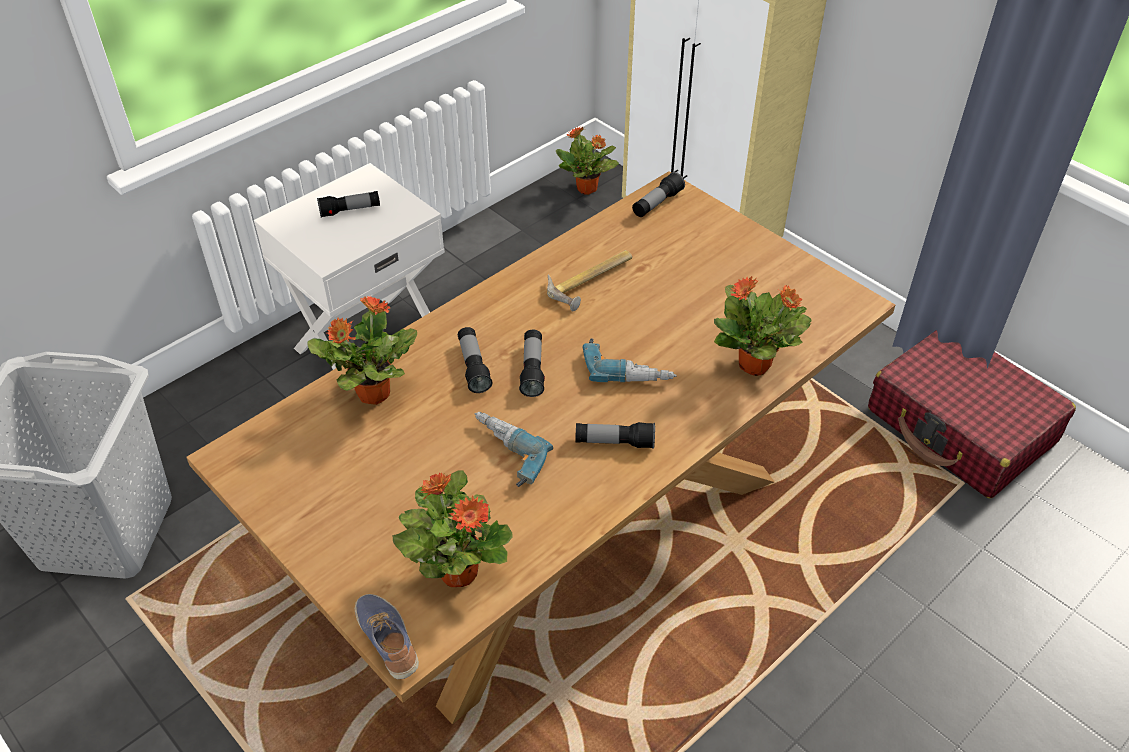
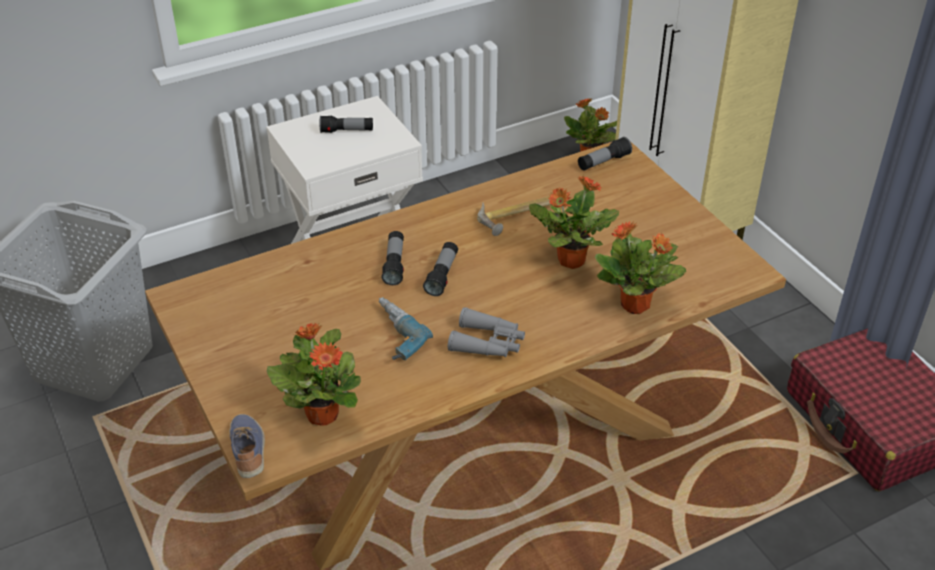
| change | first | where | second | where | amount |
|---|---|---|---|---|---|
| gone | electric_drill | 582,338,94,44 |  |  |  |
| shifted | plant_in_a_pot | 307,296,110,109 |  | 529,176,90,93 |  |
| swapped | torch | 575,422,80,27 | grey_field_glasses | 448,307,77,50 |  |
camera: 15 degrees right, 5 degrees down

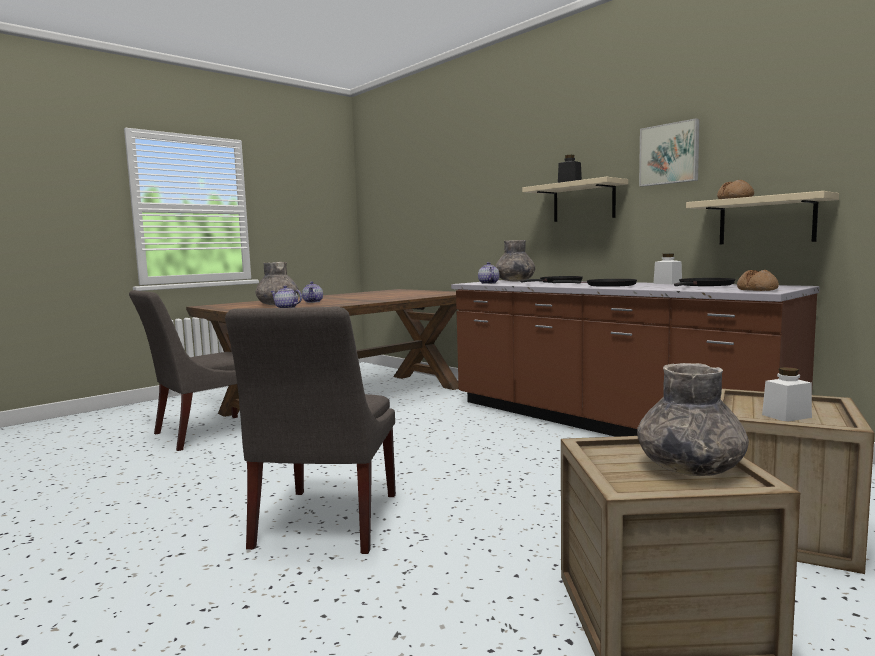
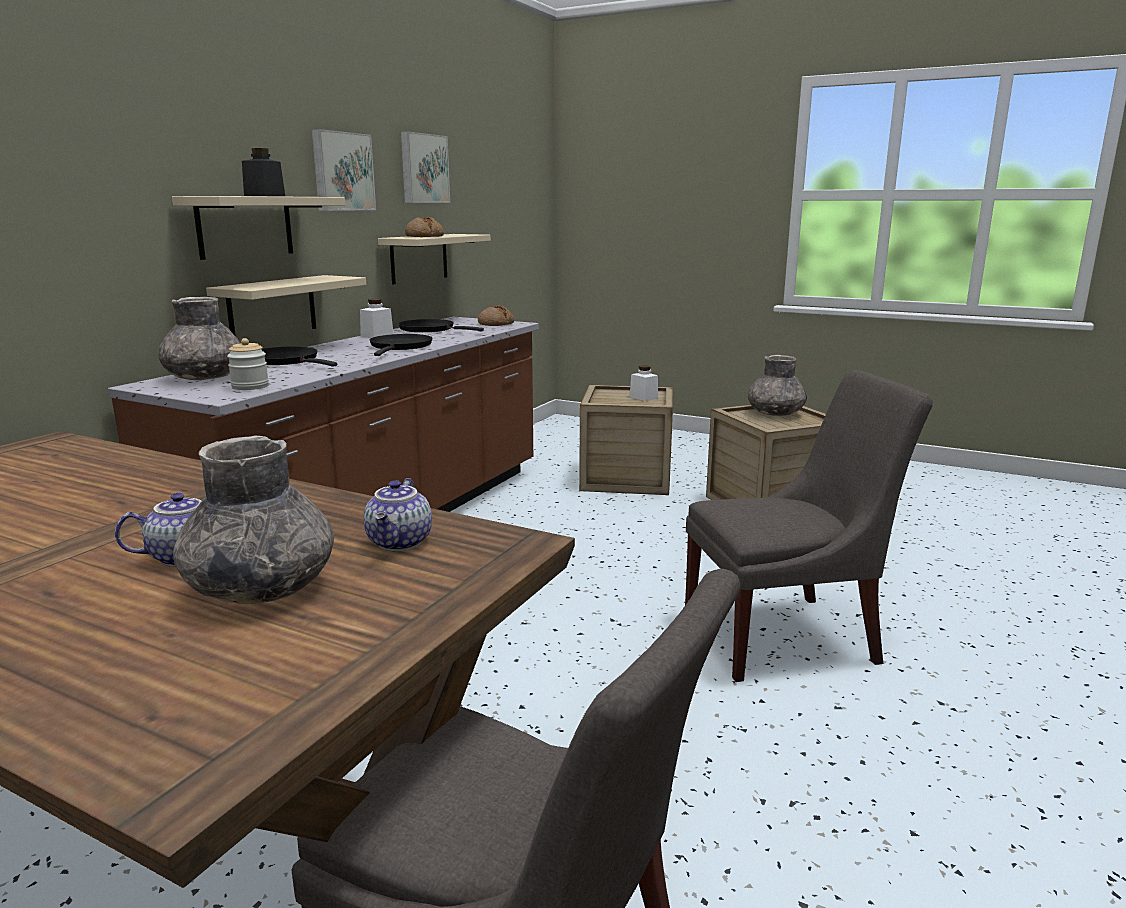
| change | first | where | second | where | amount |
|---|---|---|---|---|---|
| new |  |  | beige-coloured_wall_shelf | 206,275,160,62 |  |
| new |  |  | wall_picture | 401,131,49,72 |  |
| swapped | tea_pot | 478,262,21,22 | jar | 227,338,42,52 |  |
camera: 110 degrees left, 10 degrees up

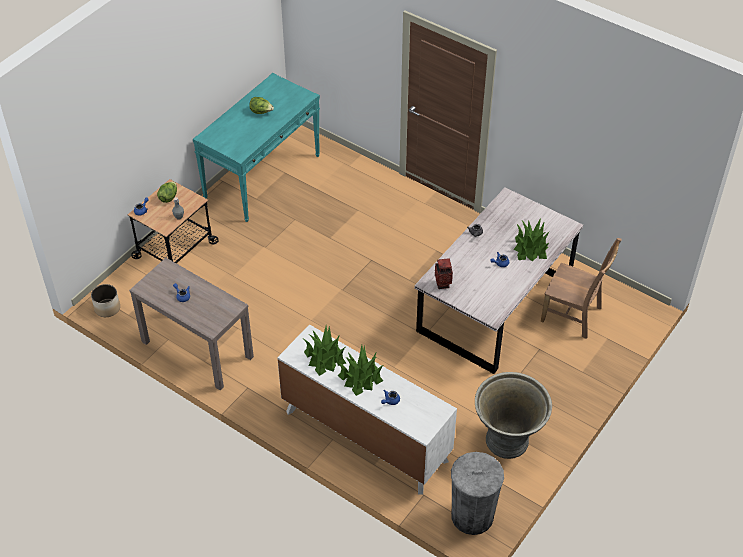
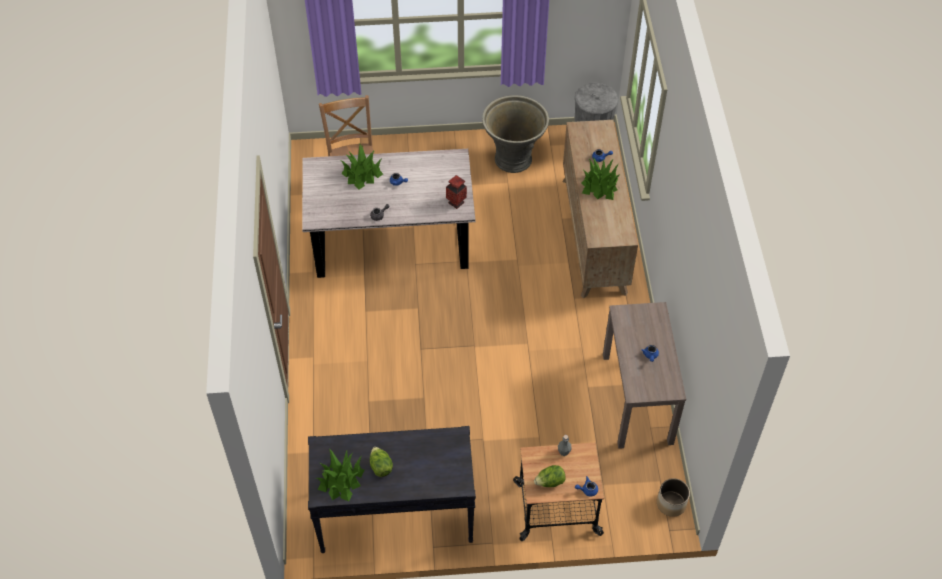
| change | first | where | second | where | amount |
|---|---|---|---|---|---|
| shifted | plant_in_a_pot | 304,325,42,51 |  | 316,448,48,54 |  |
| repainted | turquoise-coloured_console_table | 193,73,127,149 | blackish_console_table | 308,426,168,127 |  |
| repainted | white_drawer_chest | 277,324,180,171 | brown_drawer_chest | 563,120,75,179 |  |
camera: 130 degrees left, 5 degrees up

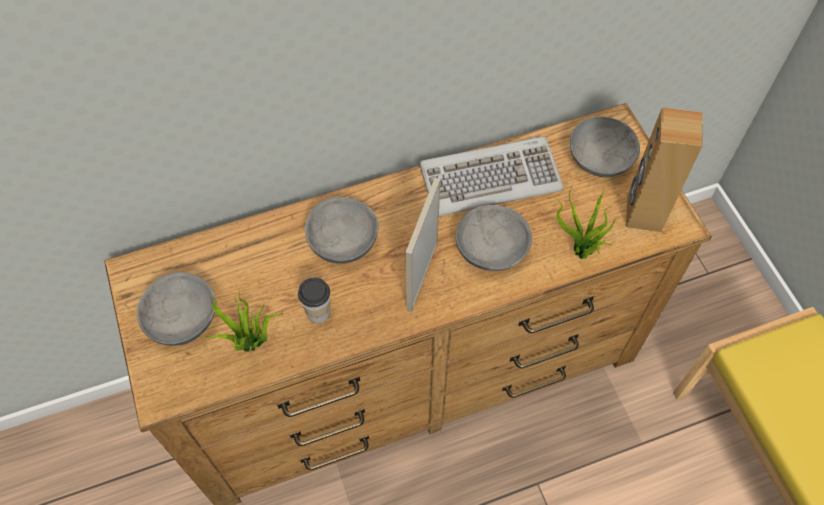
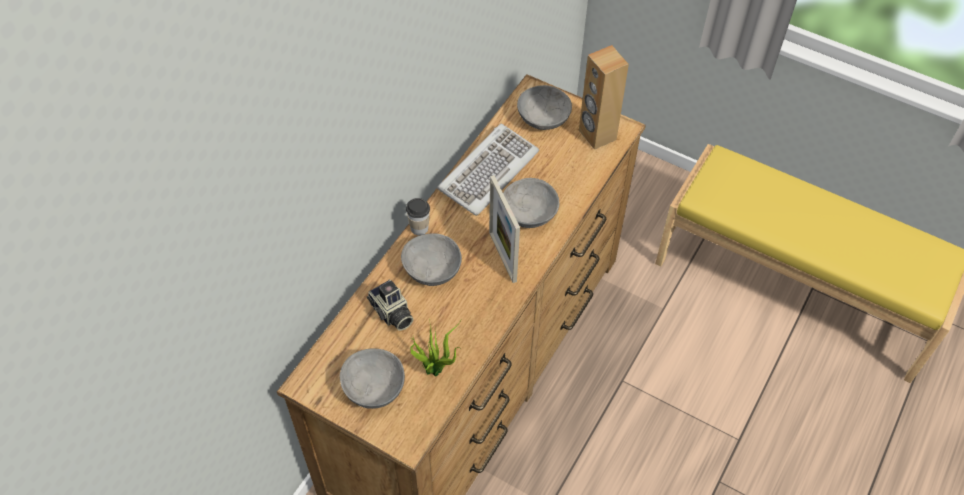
| change | first | where | second | where | amount |
|---|---|---|---|---|---|
| gone | plant_in_a_pot | 553,186,64,73 |  |  |  |
| new |  |  | still_camera | 367,280,47,51 |  |
| shifted | small_cup | 298,277,32,46 |  | 406,198,24,37 |  |
camera: 40 degrees left, 5 degrees down

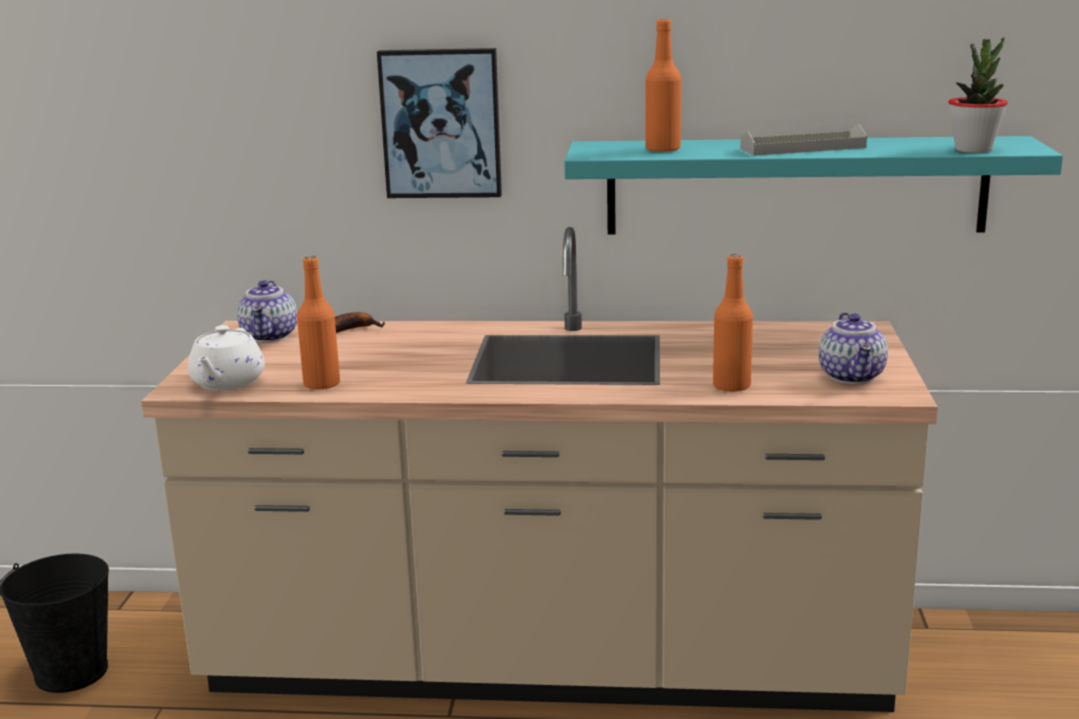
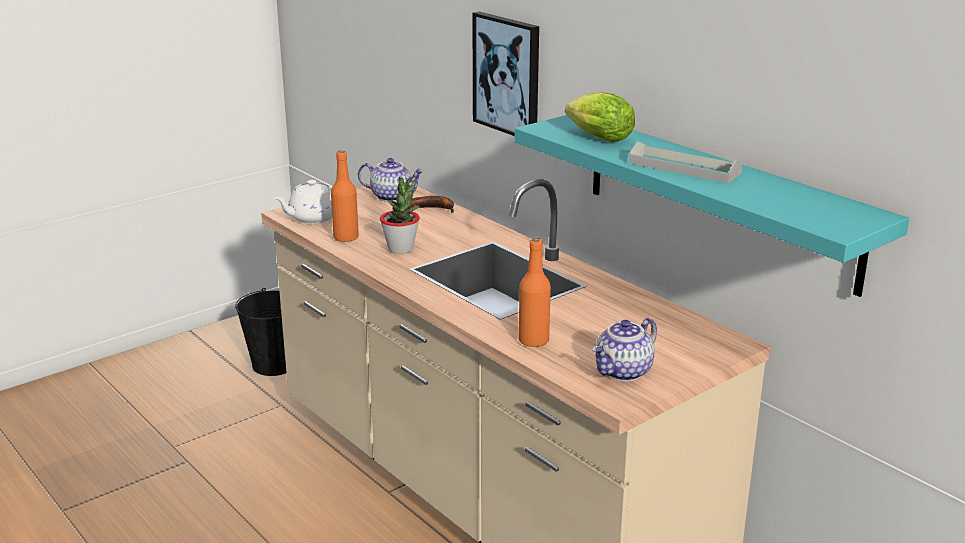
| change | first | where | second | where | amount |
|---|---|---|---|---|---|
| shifted | plant_in_a_pot | 948,37,60,116 |  | 380,177,40,77 |  |
| swapped | orangey_beverage_bottle | 645,19,36,133 | head_of_lettuce | 565,92,70,50 |  |
| rotated | tea_pot | 237,280,60,62 |  | 358,158,66,44 | 120 degrees counterclockwise |
camera: 45 degrees right, 5 degrees up

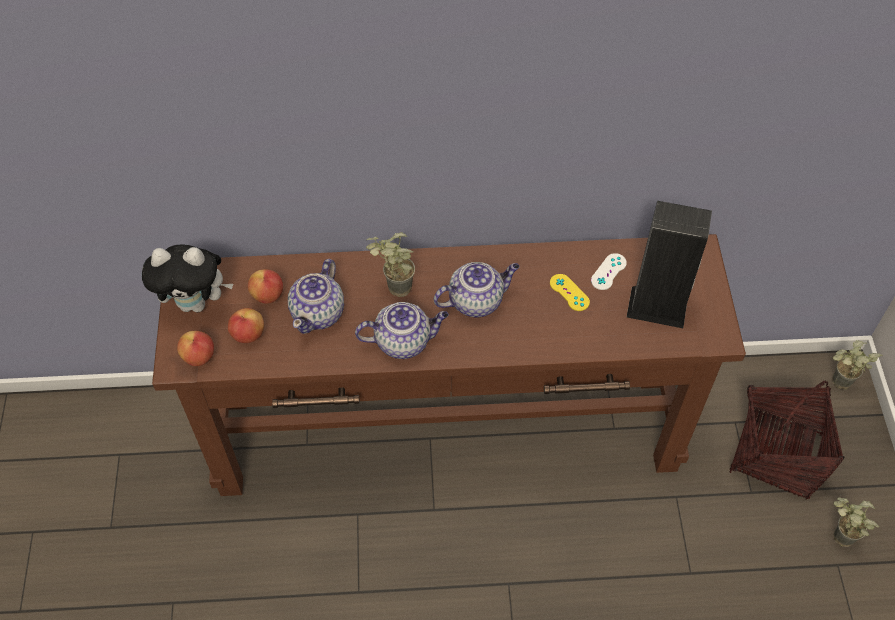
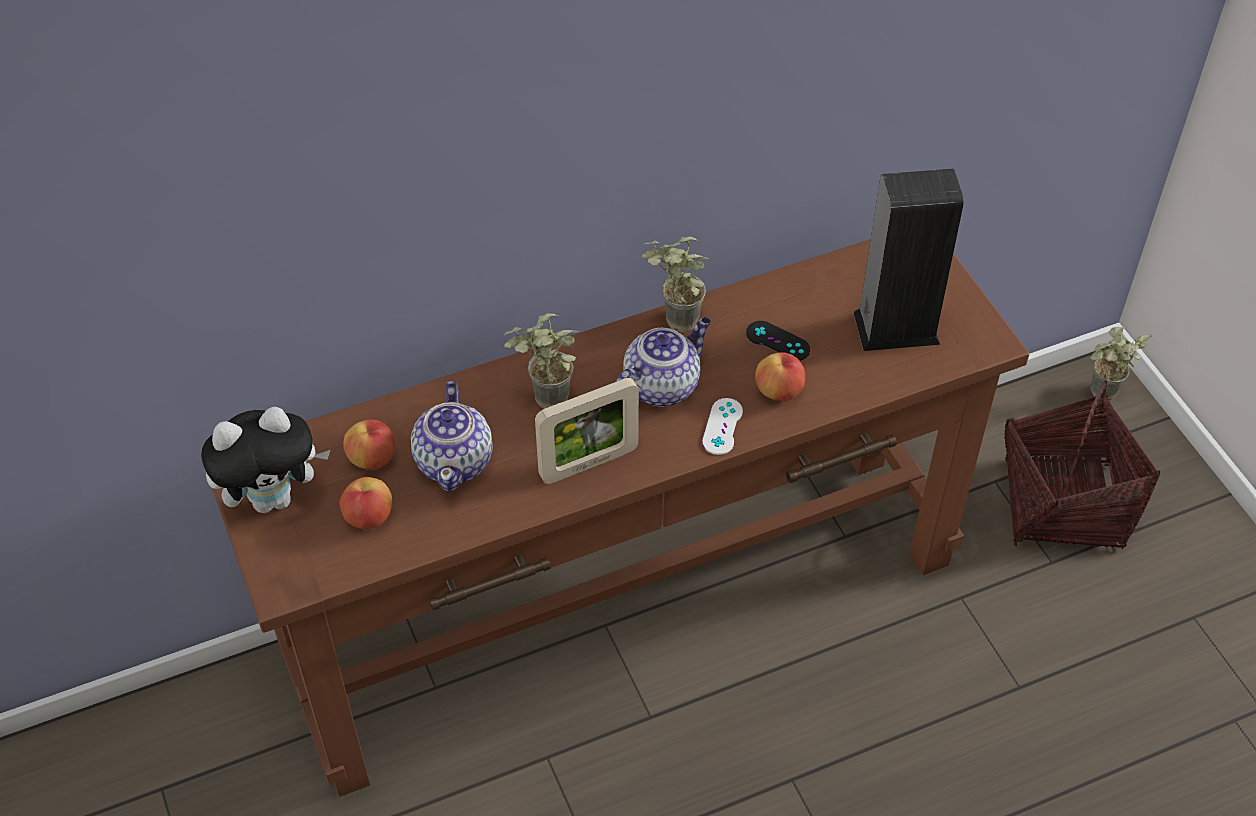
| change | first | where | second | where | amount |
|---|---|---|---|---|---|
| shifted | whole_apple | 177,331,37,35 |  | 755,352,50,49 |  |
| shifted | white_gamepad | 591,253,36,37 |  | 702,398,41,57 |  |
| shifted | plant_in_a_pot | 833,497,46,50 |  | 641,236,67,96 |  |
| swapped | tea_pot | 355,302,94,57 | picture_frame | 535,378,104,106 |  |
| repainted | yellow-coloured_gamepad | 550,274,40,37 | blackish_gamepad | 746,321,64,40 |  |
camera: 20 degrees left, 5 degrees down

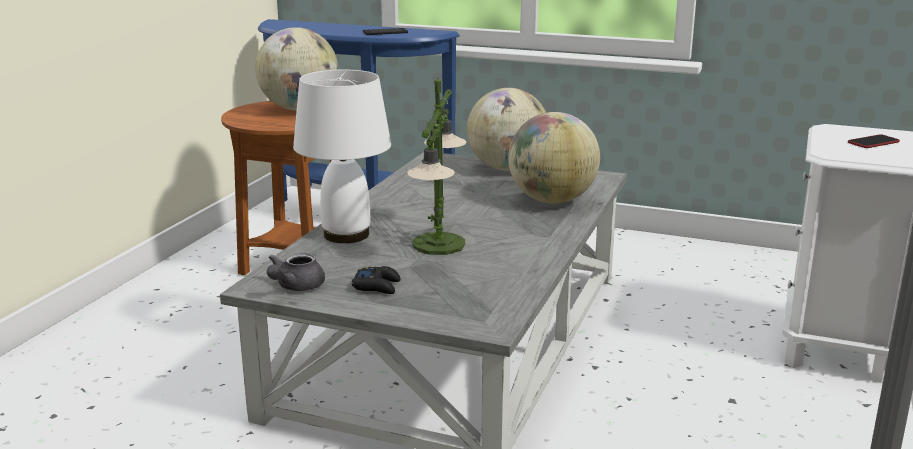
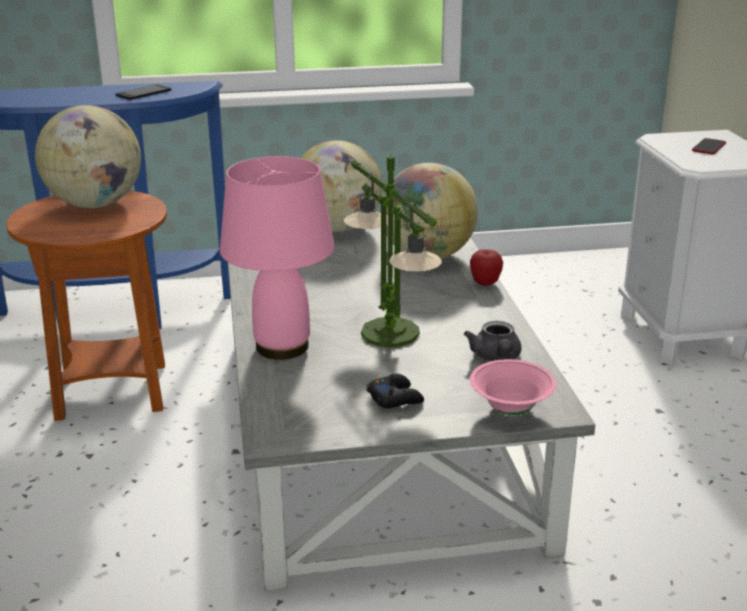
| change | first | where | second | where | amount |
|---|---|---|---|---|---|
| new |  |  | whole_apple | 470,249,33,37 |  |
| new |  |  | pinkish_deep_dish | 470,359,87,56 |  |
| shifted | grey_tea_pot | 267,253,58,38 |  | 464,321,57,40 |  |
| repainted | white_table_lamp | 293,70,98,173 | pinkish_table_lamp | 220,156,115,204 |  |
camera: 30 degrees left, 5 degrees up

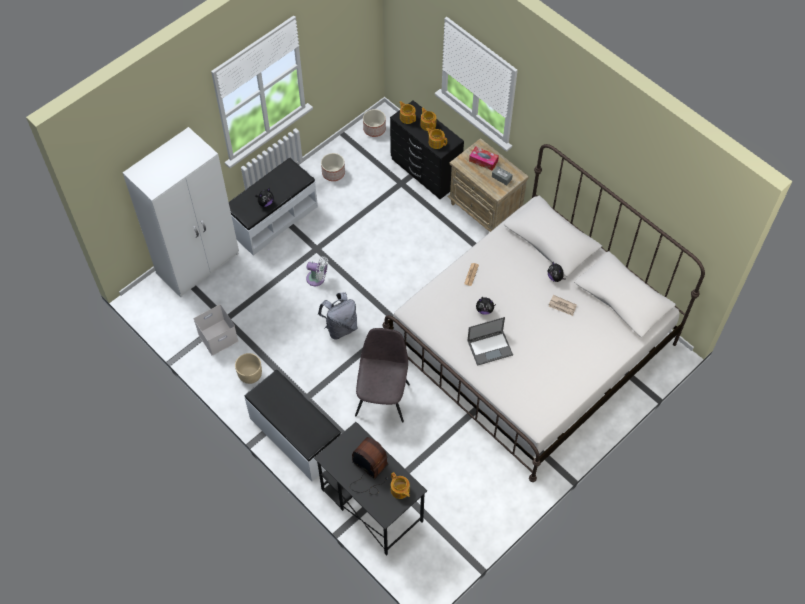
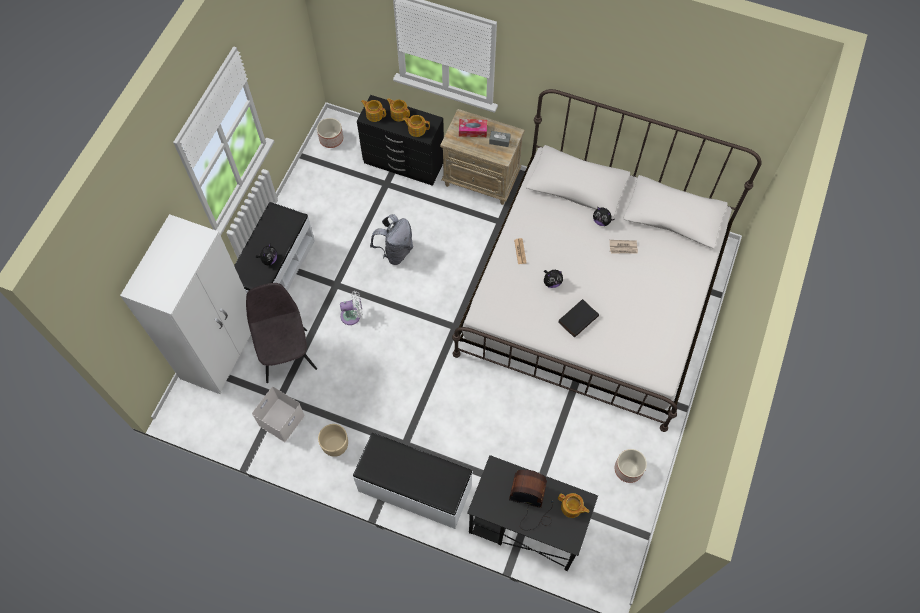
| change | first | where | second | where | amount |
|---|---|---|---|---|---|
| shifted | grey_backpack | 318,292,39,48 |  | 370,214,43,51 |  |
| shifted | flower_pot | 321,153,24,28 |  | 615,449,32,34 |  |
| shifted | grey_chair | 355,328,55,95 |  | 246,283,71,100 |  |
| swapped | portable_computer | 468,317,45,49 | blackish_volume | 558,299,41,39 |  |
camera: 25 degrees left, 5 degrees up

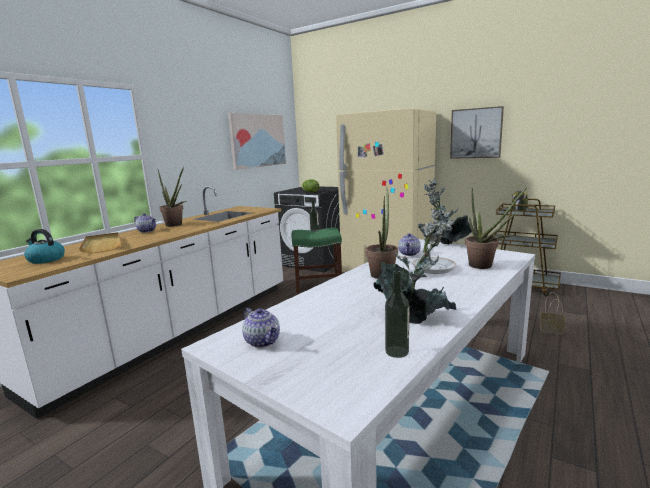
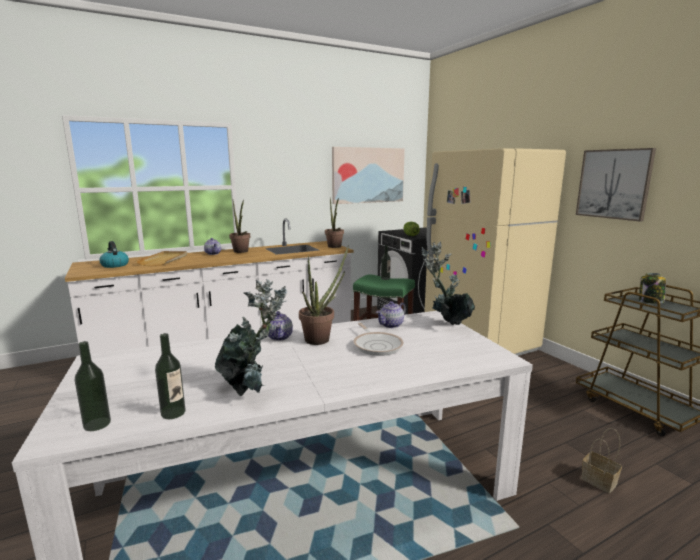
| change | first | where | second | where | amount |
|---|---|---|---|---|---|
| new |  |  | beverage_bottle | 75,341,36,90 |  |
| shifted | tea_pot | 242,308,38,40 |  | 268,311,25,30 |  |
| shifted | plant_in_a_pot | 465,187,62,82 |  | 325,198,19,50 |  |
camera: 30 degrees right, 0 degrees up

